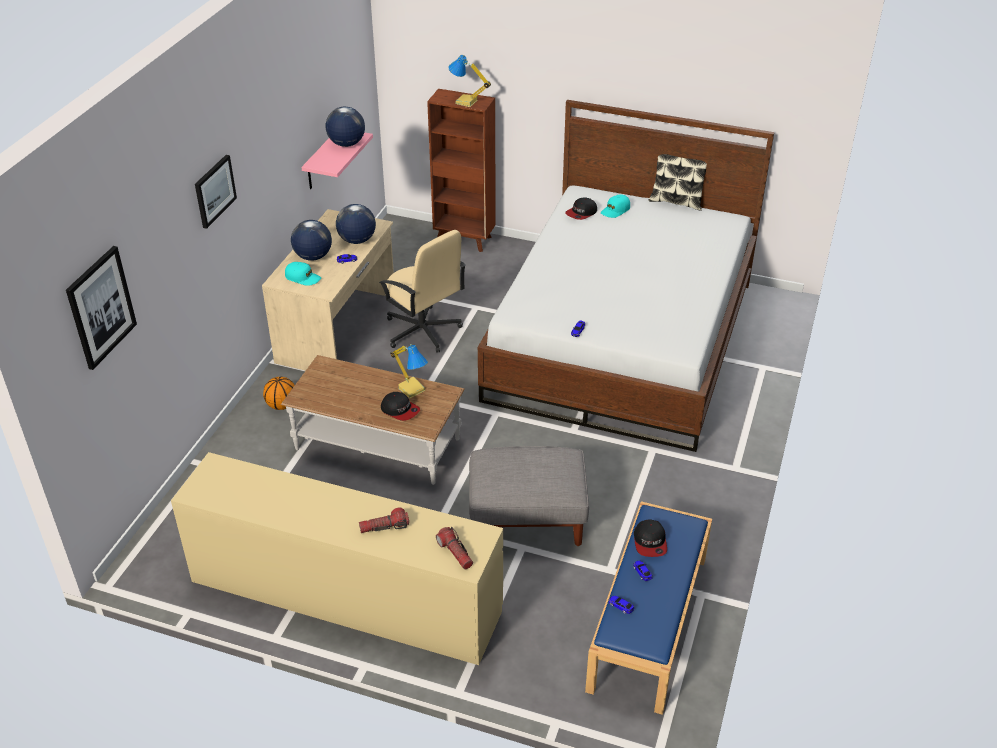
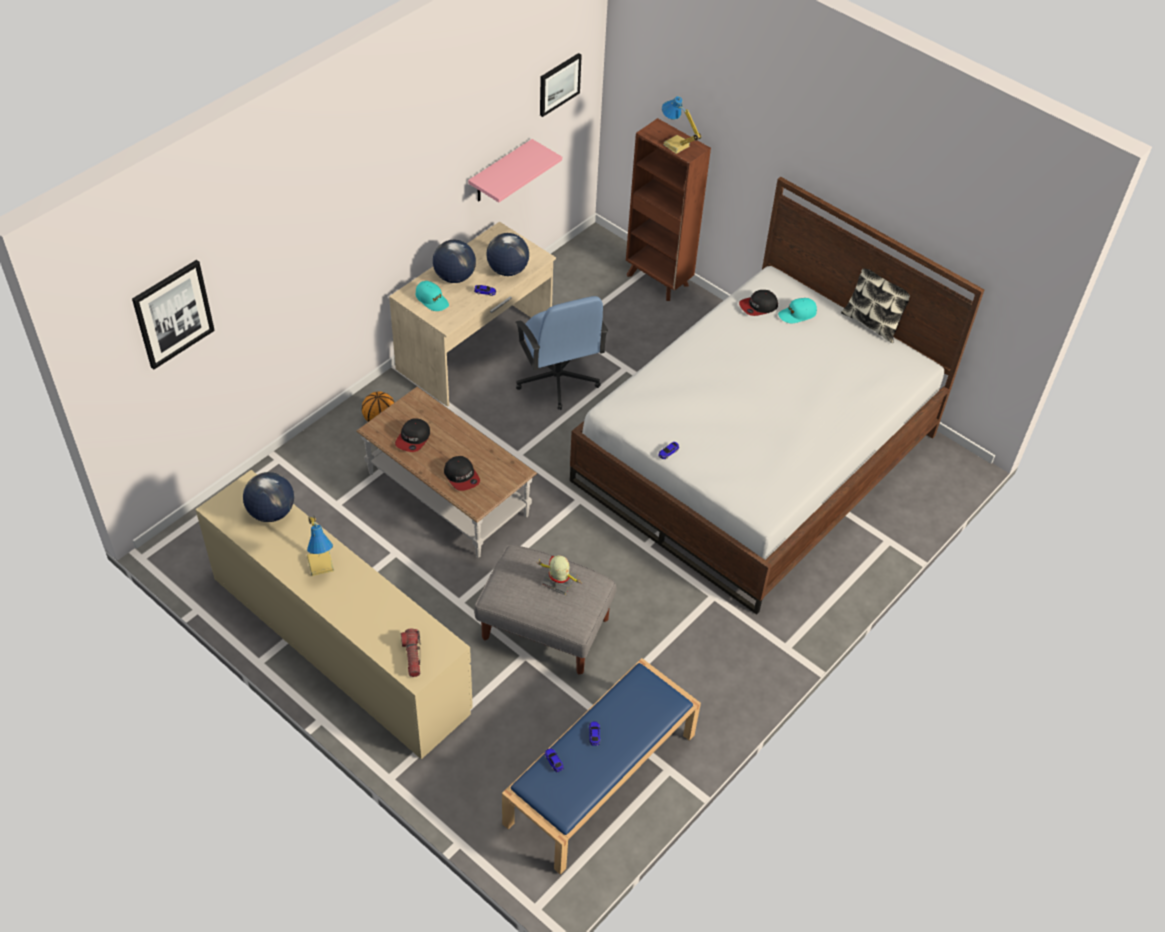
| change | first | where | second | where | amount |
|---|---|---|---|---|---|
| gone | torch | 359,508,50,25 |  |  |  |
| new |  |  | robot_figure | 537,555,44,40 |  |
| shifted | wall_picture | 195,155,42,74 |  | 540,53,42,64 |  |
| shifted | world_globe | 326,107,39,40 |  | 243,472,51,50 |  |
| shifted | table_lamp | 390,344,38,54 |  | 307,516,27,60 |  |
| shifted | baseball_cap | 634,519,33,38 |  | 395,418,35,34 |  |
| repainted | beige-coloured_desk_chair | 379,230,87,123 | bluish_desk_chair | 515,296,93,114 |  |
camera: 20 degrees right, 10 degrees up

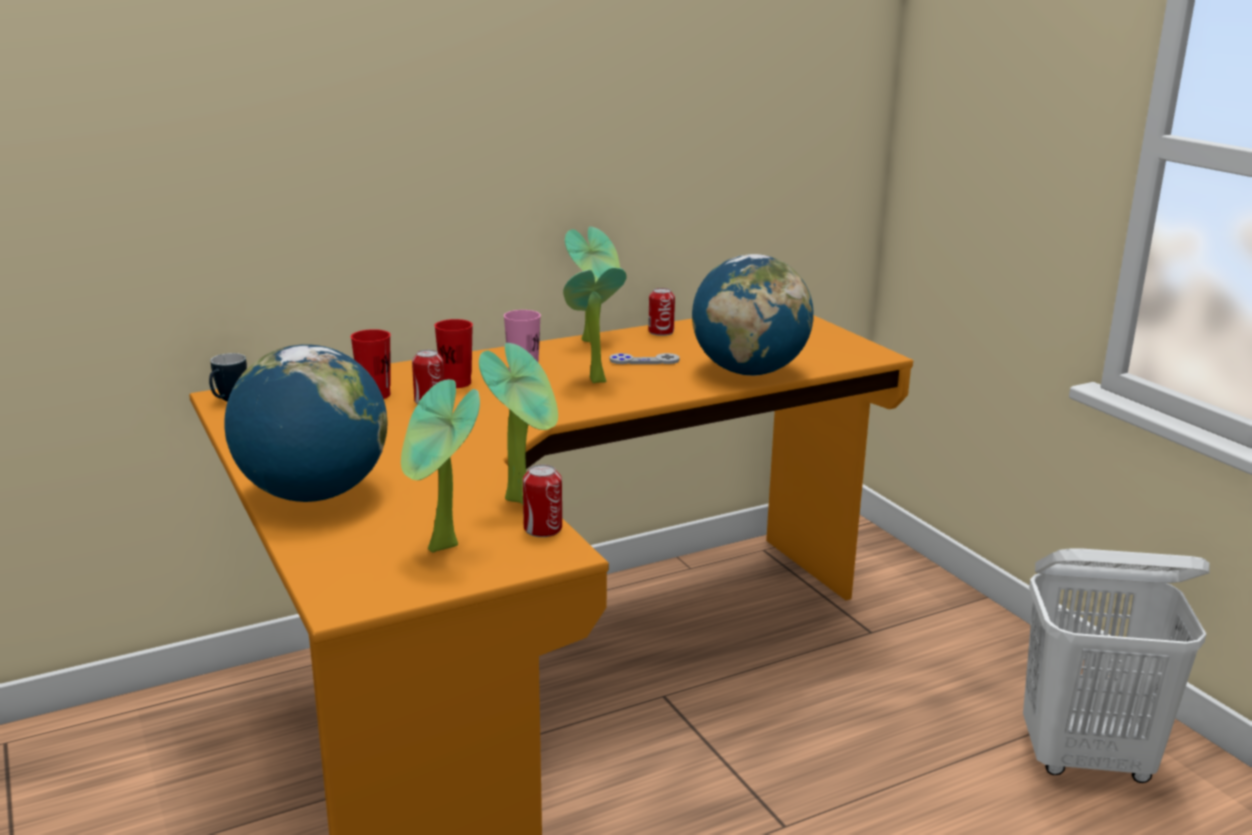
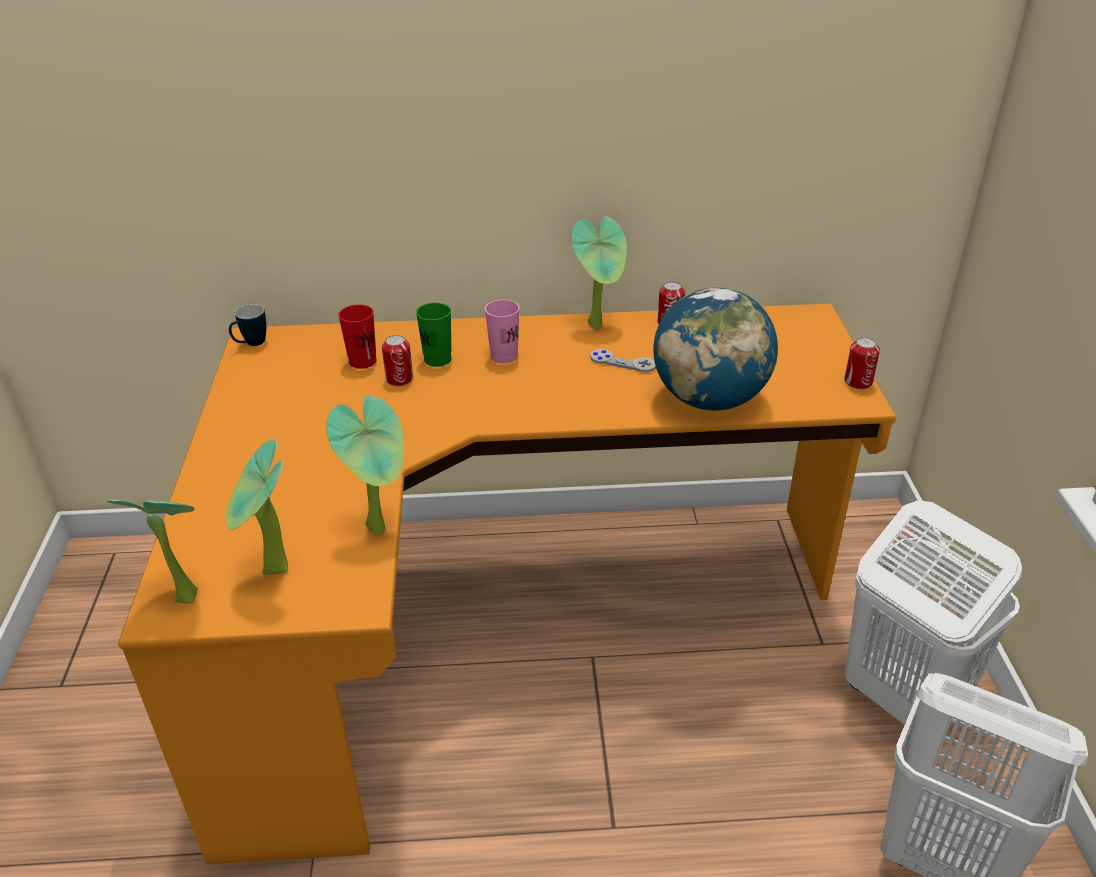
| change | first | where | second | where | amount |
|---|---|---|---|---|---|
| gone | world_globe | 224,344,163,158 |  |  |  |
| new |  |  | white_hamper | 845,500,177,225 |  |
| shifted | sealed_can | 523,465,39,72 |  | 844,337,36,52 |  |
| shifted | plant_in_a_pot | 563,267,64,116 |  | 107,499,92,105 |  |
| repainted | red_small_cup | 434,319,39,69 | green-coloured_small_cup | 416,303,36,64 |  |
camera: 25 degrees right, 15 degrees up

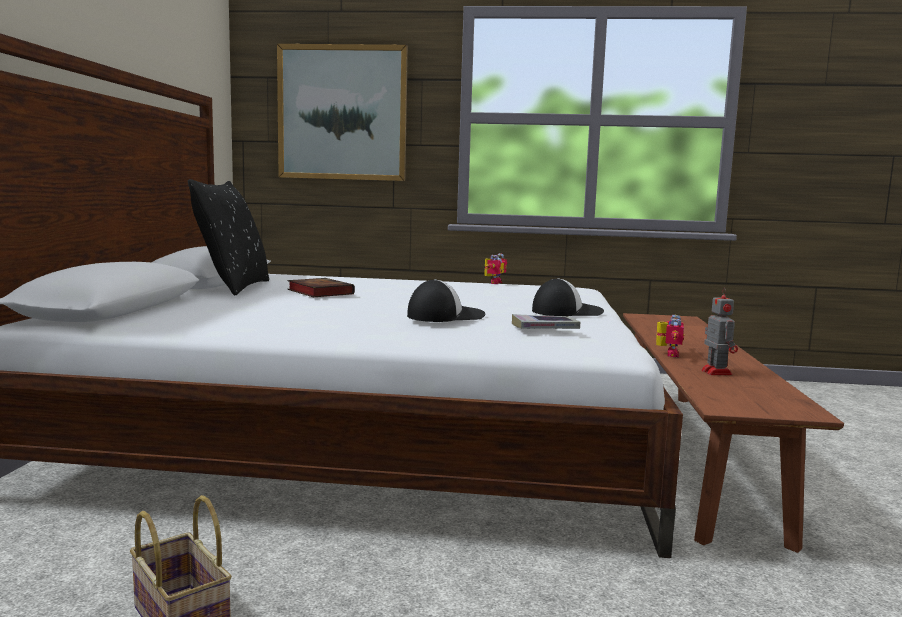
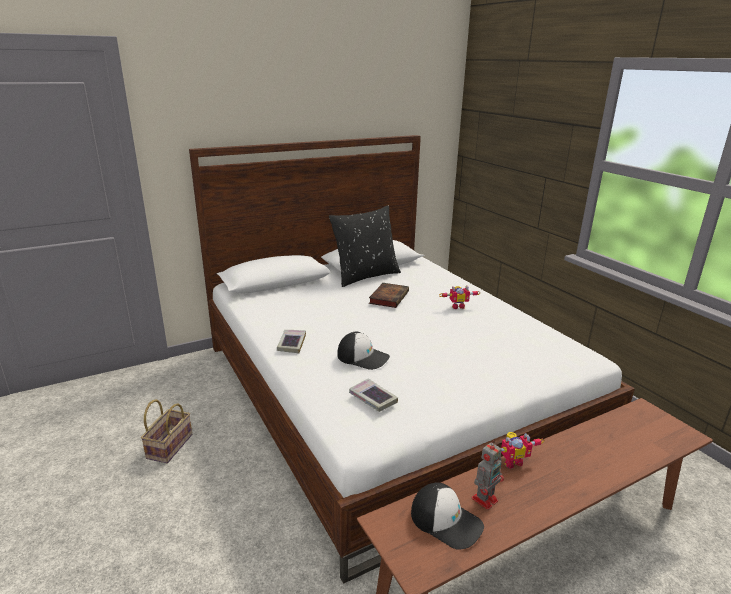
| change | first | where | second | where | amount |
|---|---|---|---|---|---|
| gone | wall_picture | 277,44,131,137 |  |  |  |
| new |  |  | volume | 277,330,29,23 |  |
| shifted | robot_figure | 484,253,23,31 |  | 439,285,41,24 |  |
| shifted | baseball_cap | 532,278,72,38 |  | 411,482,73,68 |  |
camera: 55 degrees right, 15 degrees up

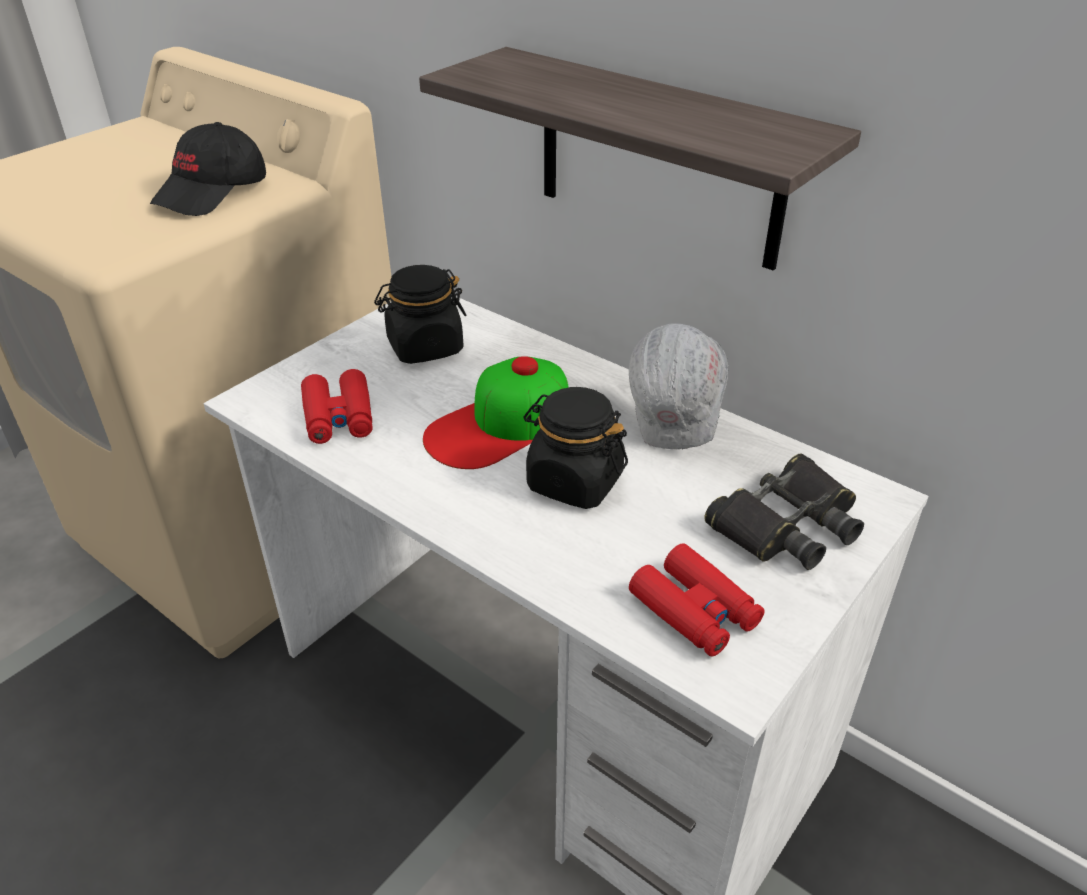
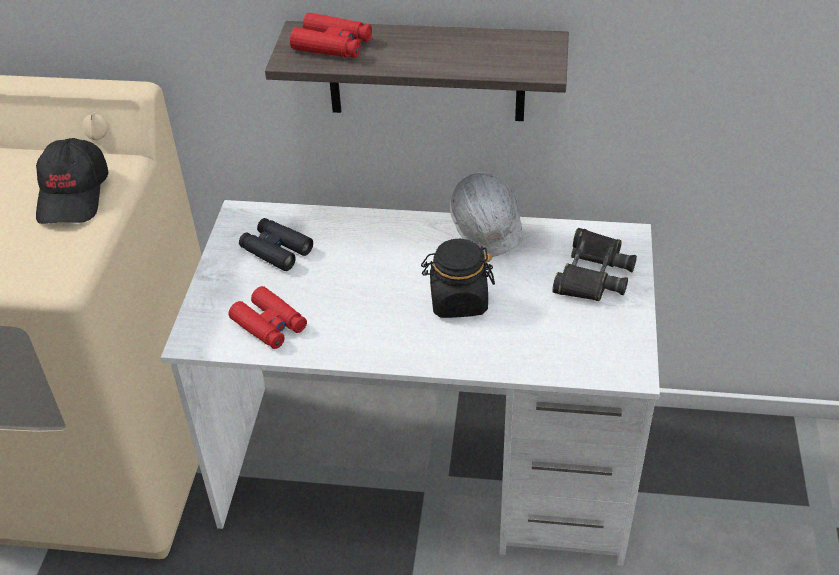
| change | first | where | second | where | amount |
|---|---|---|---|---|---|
| gone | baseball_cap | 423,356,146,113 |  |  |  |
| shifted | red_field_glasses | 629,543,136,114 |  | 290,13,82,45 |  |
| swapped | blackish_jar | 374,265,92,99 | blackish_field_glasses | 239,218,74,53 |  |
camera: 30 degrees left, 5 degrees up

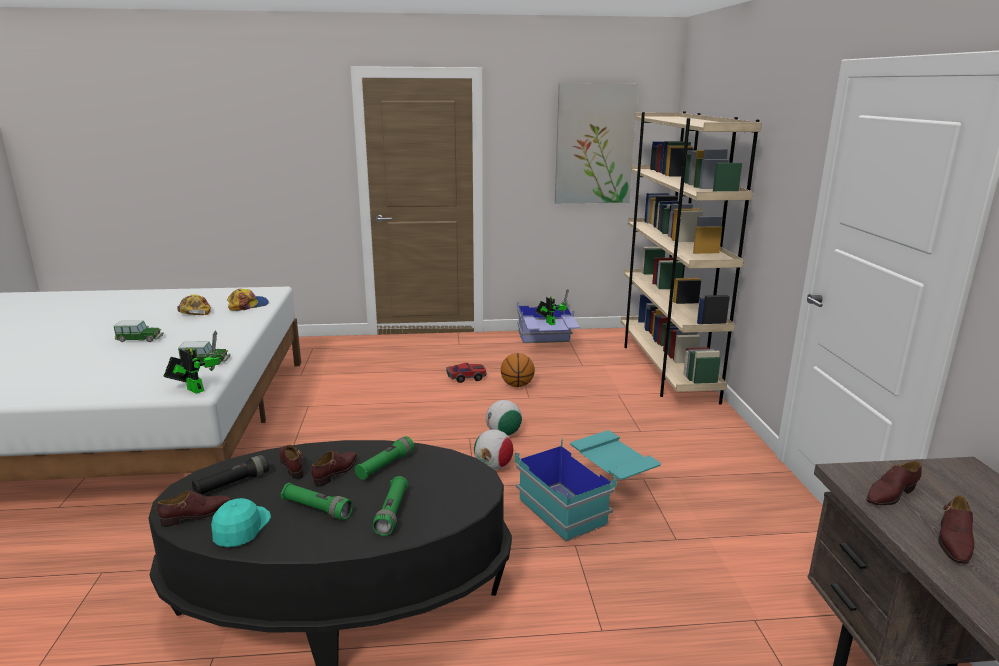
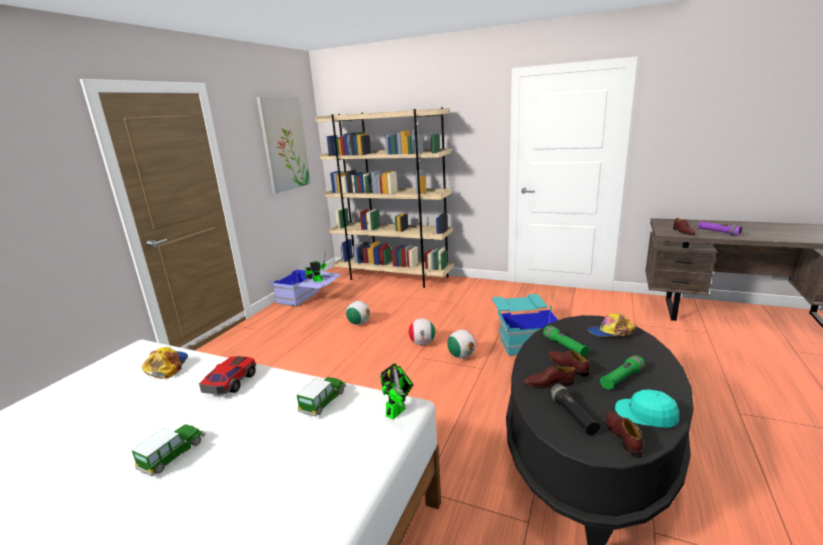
| change | first | where | second | where | amount |
|---|---|---|---|---|---|
| gone | green-coloured_torch | 373,476,35,60 |  |  |  |
| shifted | baseball_cap | 177,294,34,21 |  | 588,314,47,23 |  |
| shifted | miniature_car | 446,363,41,20 |  | 199,356,57,39 |  |
| swapped | basketball_ball | 501,353,34,34 | football | 346,301,24,24 |  |
| swapped | brown_shoe | 938,495,37,69 | purple-coloured_torch | 698,221,44,15 |  |
| rotated | robot_figure | 164,331,55,63 |  | 380,363,33,57 | 150 degrees clockwise |
camera: 60 degrees left, 0 degrees up

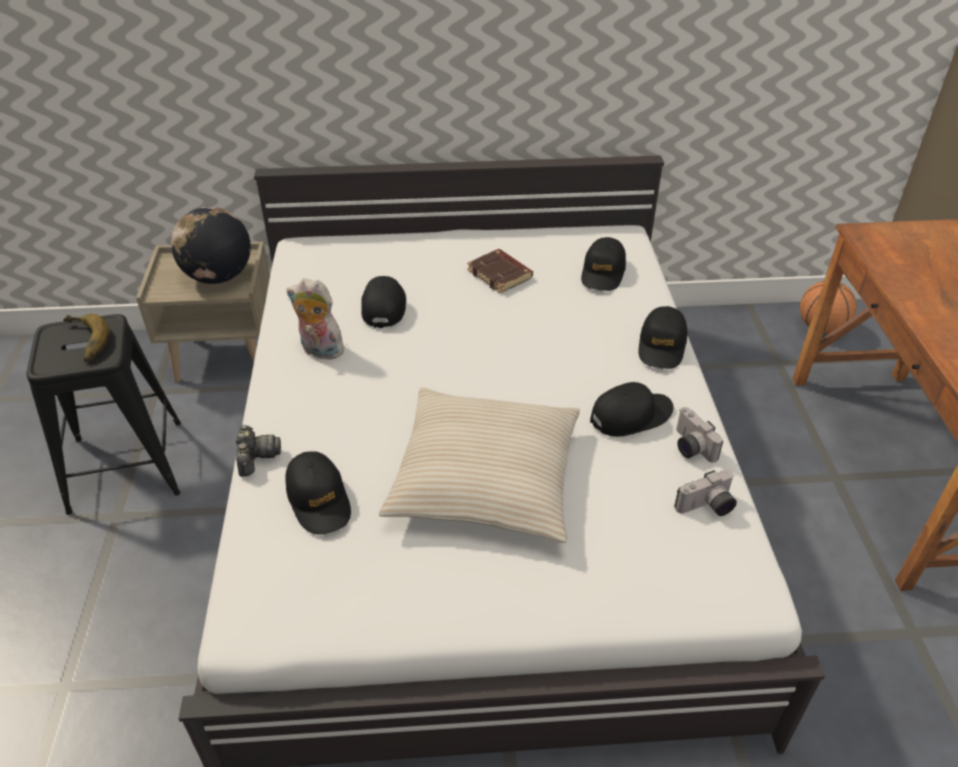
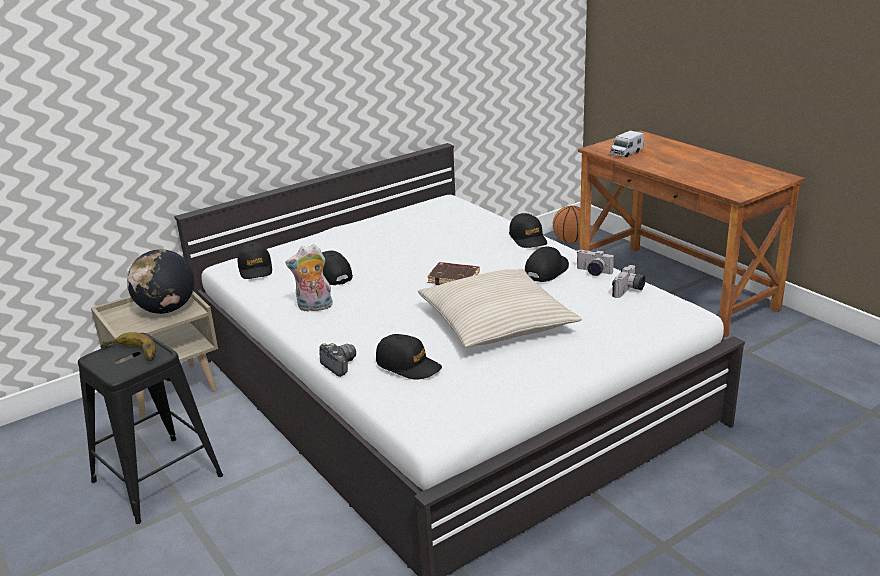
| change | first | where | second | where | amount |
|---|---|---|---|---|---|
| new |  |  | model_truck | 610,131,34,26 |  |
| shifted | brown_volume | 467,249,66,44 |  | 427,262,53,23 |  |
| shifted | blackish_baseball_cap | 581,237,45,54 |  | 237,242,35,37 |  |
camera: 30 degrees left, 15 degrees down

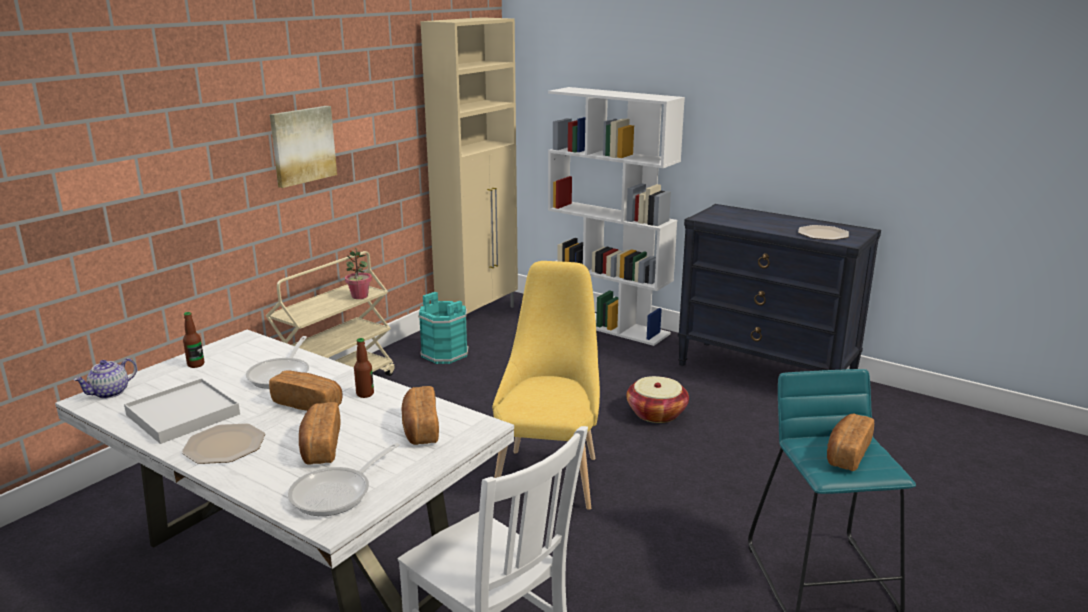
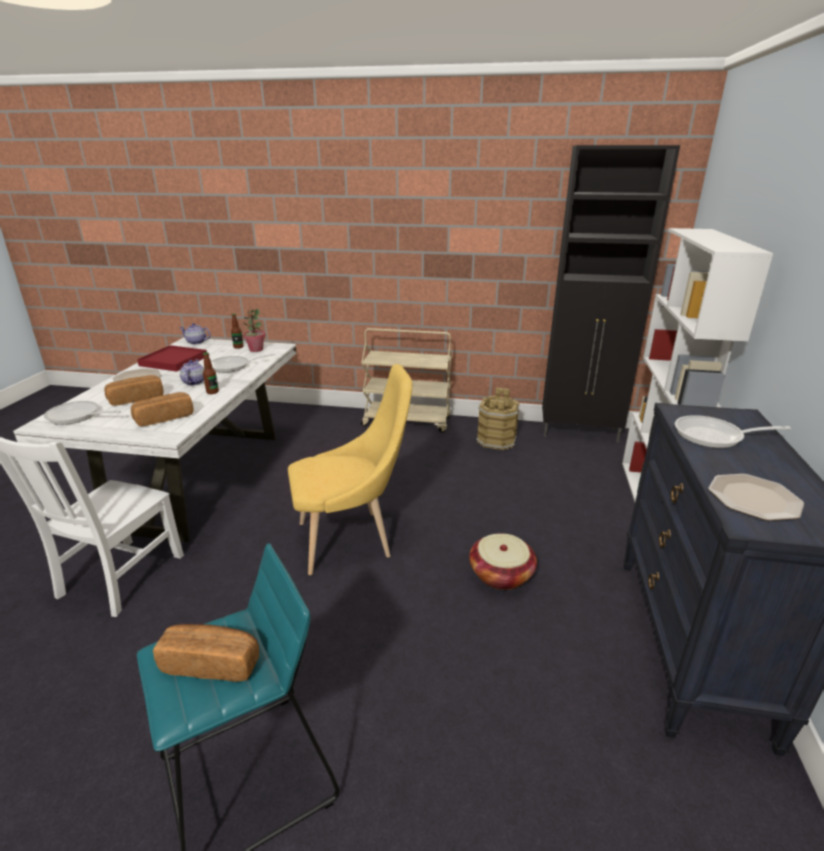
| change | first | where | second | where | amount |
|---|---|---|---|---|---|
| gone | wall_picture | 270,106,67,82 |  |  |  |
| new |  |  | frying_pan | 675,415,116,33 |  |
| shifted | plant_in_a_pot | 345,247,27,52 |  | 243,309,23,43 |  |
| swapped | bread | 269,370,74,41 | tea_pot | 180,359,24,27 |  |
| repainted | white_tray | 124,378,116,66 | red_tray | 137,345,70,27 |  |
| repainted | turquoise-coloured_bucket | 418,292,50,72 | brown_bucket | 476,387,44,63 |  |
| repainted | beige-coloured_storage_cabinet | 420,17,98,314 | blackish_storage_cabinet | 542,145,138,298 |  |
camera: 65 degrees right, 5 degrees up

